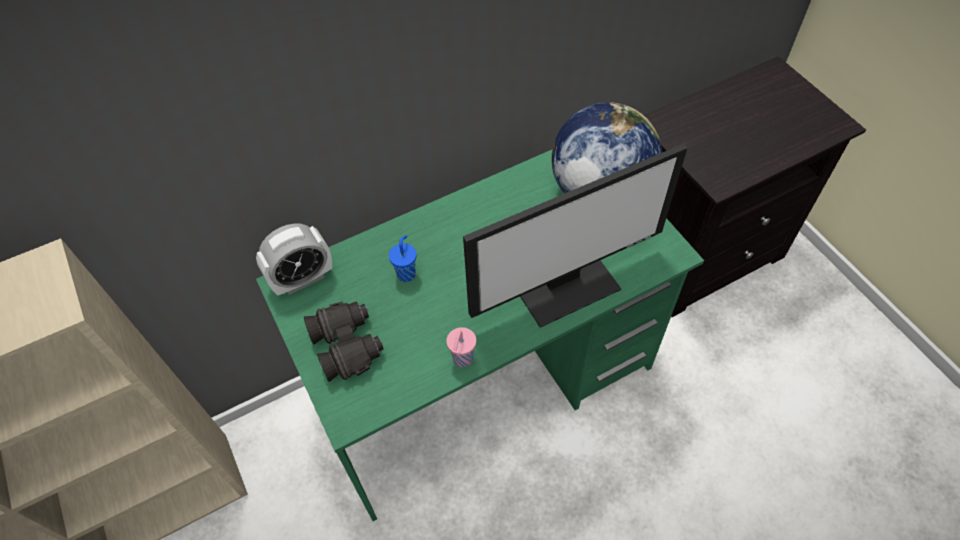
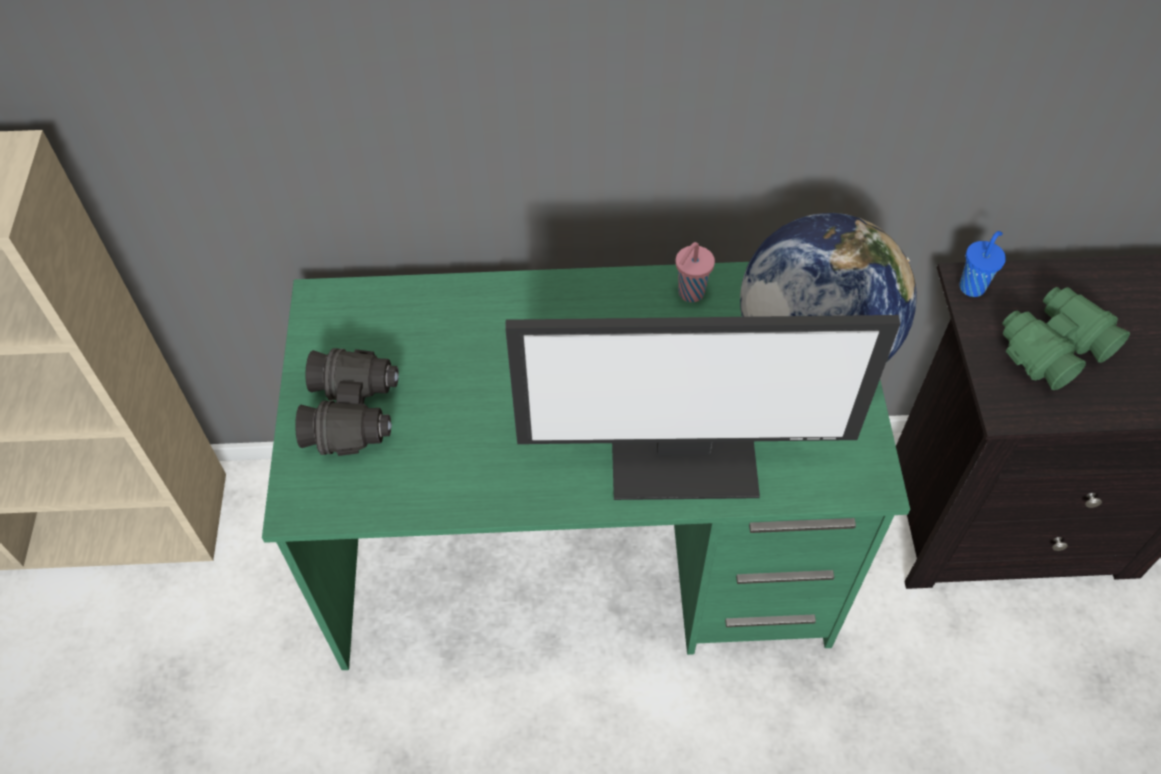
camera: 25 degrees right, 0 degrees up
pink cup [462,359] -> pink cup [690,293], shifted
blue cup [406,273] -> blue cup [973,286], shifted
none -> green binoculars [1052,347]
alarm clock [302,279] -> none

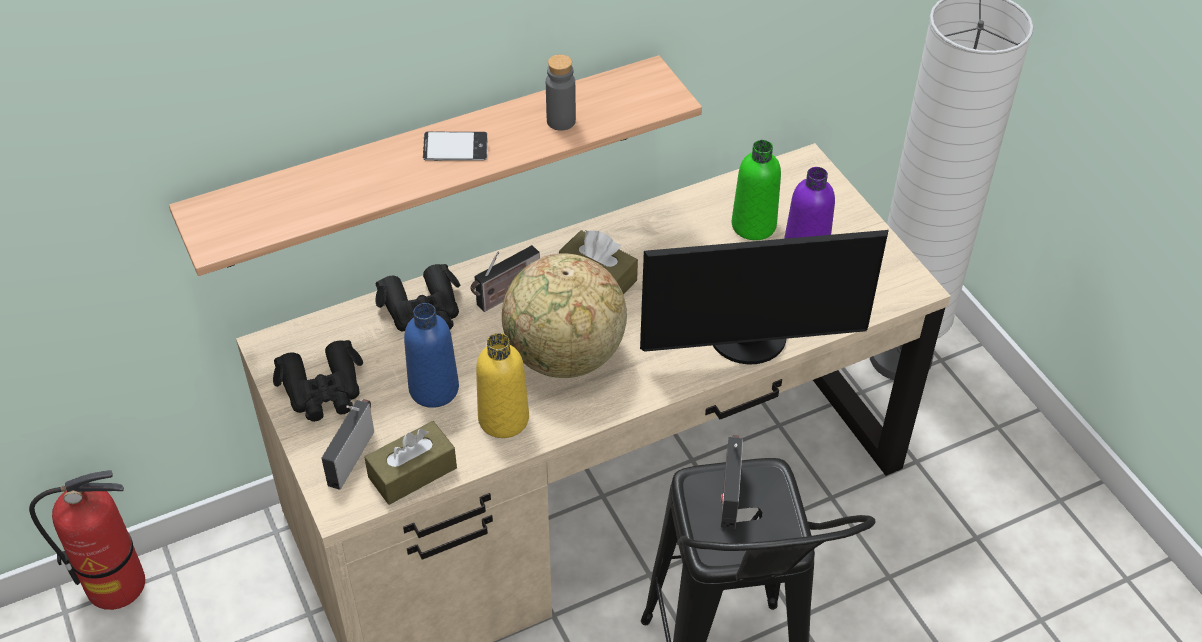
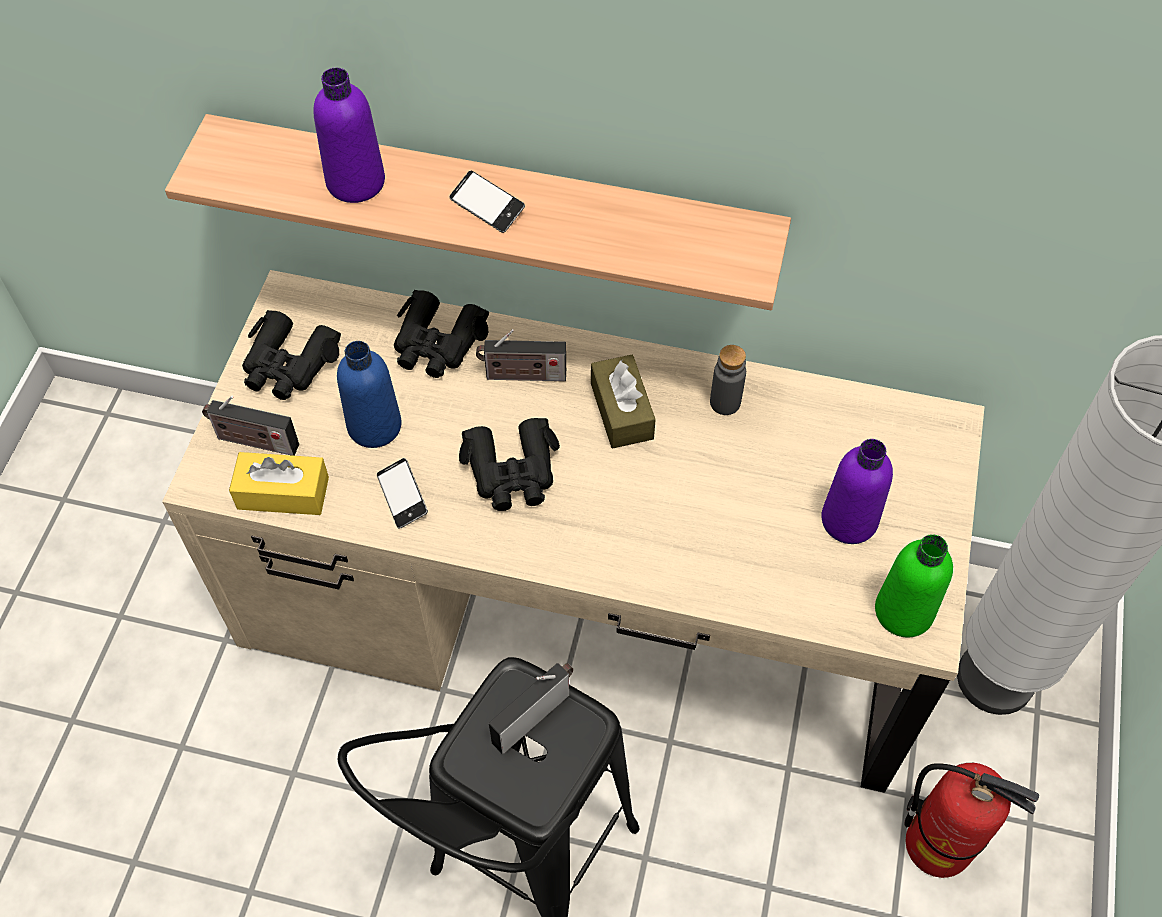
camera: 40 degrees right, 10 degrees up
radio [352,455] -> radio [254,441], 135 degrees counterclockwise
brown tissue box [412,472] -> yellow tissue box [283,493]
none -> purple bottle [355,182]
yellow bottle [503,419] -> phone [402,496]
globe [564,357] -> black binoculars [512,472]
grey bottle [561,121] -> grey bottle [725,402], shifted
green bottle [753,225] -> green bottle [903,611], shifted
fire extinguisher [117,585] -> fire extinguisher [938,844], shifted
monitor [750,342] -> none

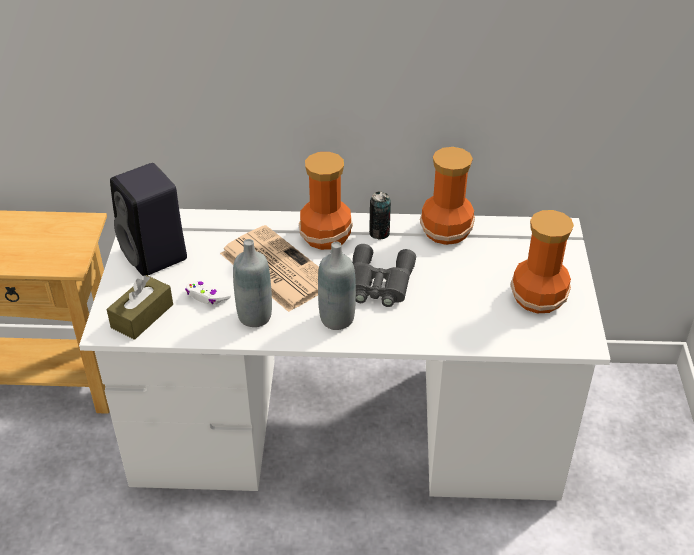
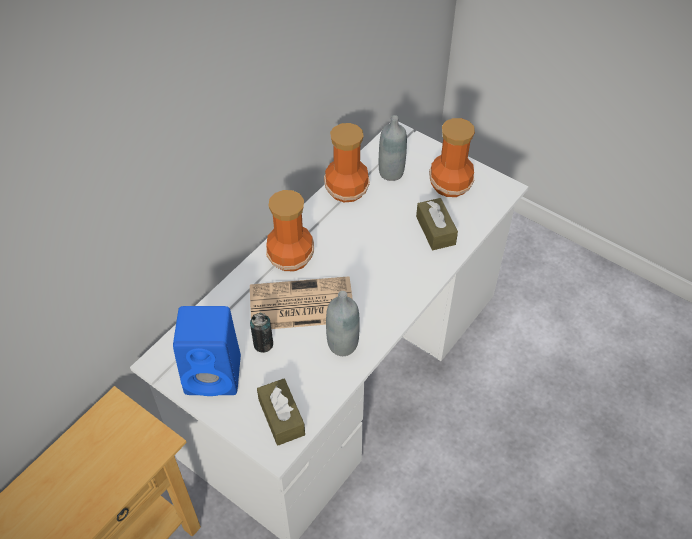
camera: 55 degrees left, 10 degrees up
black speaker [155,255] -> blue speaker [215,374]
can [379,233] -> can [263,344], shifted
grey bottle [337,319] -> grey bottle [391,172], shifted
none -> brown tissue box [435,230]
white game controller [207,297] -> none
grey binoculars [378,283] -> none

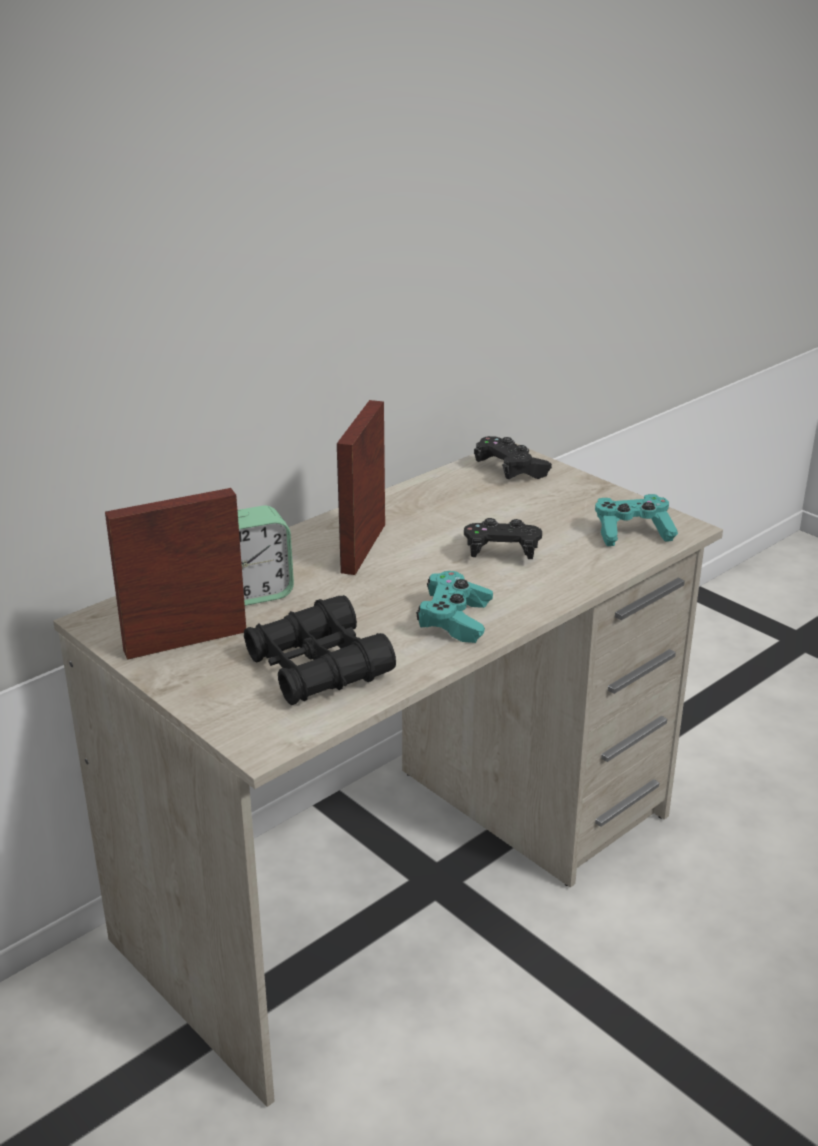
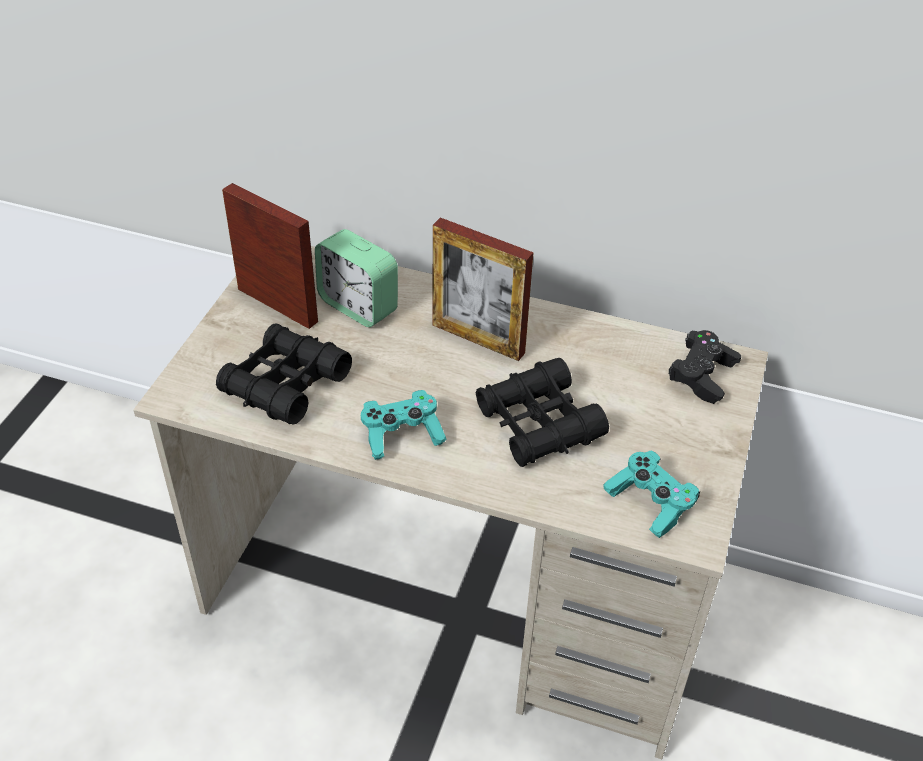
camera: 60 degrees right, 15 degrees up
picture frame [363,548] -> picture frame [478,339], 135 degrees counterclockwise
black game controller [502,552] -> black binoculars [538,424]

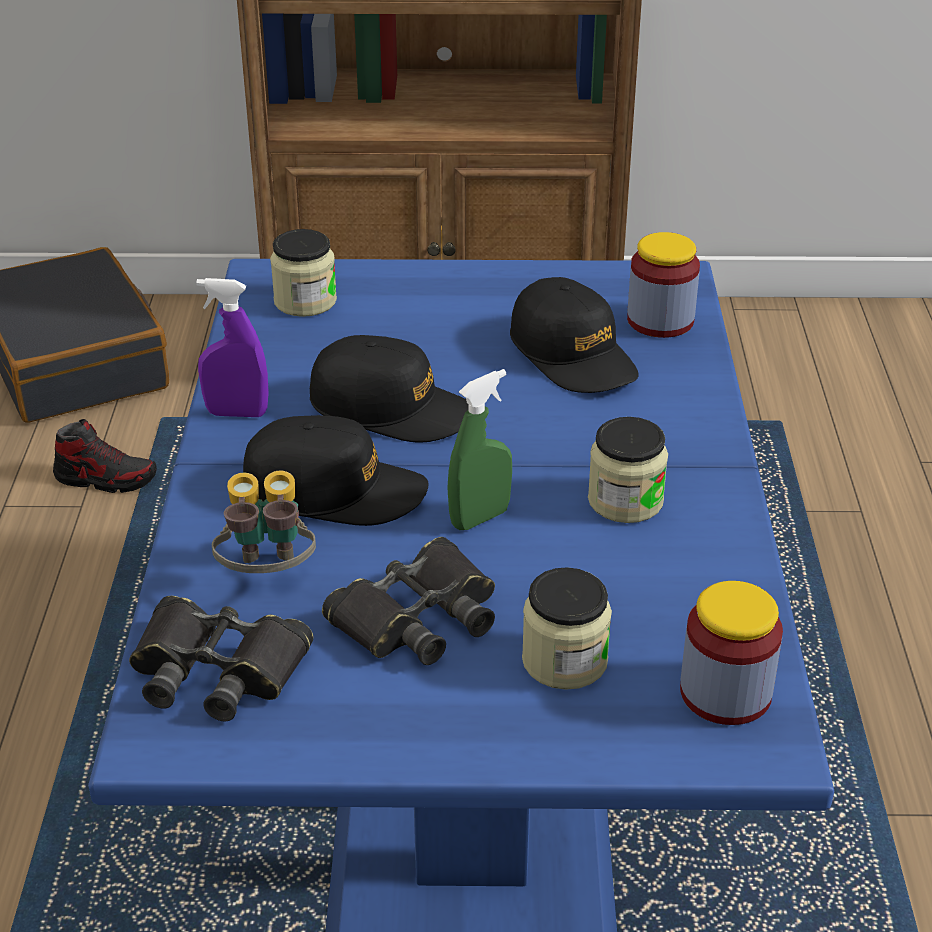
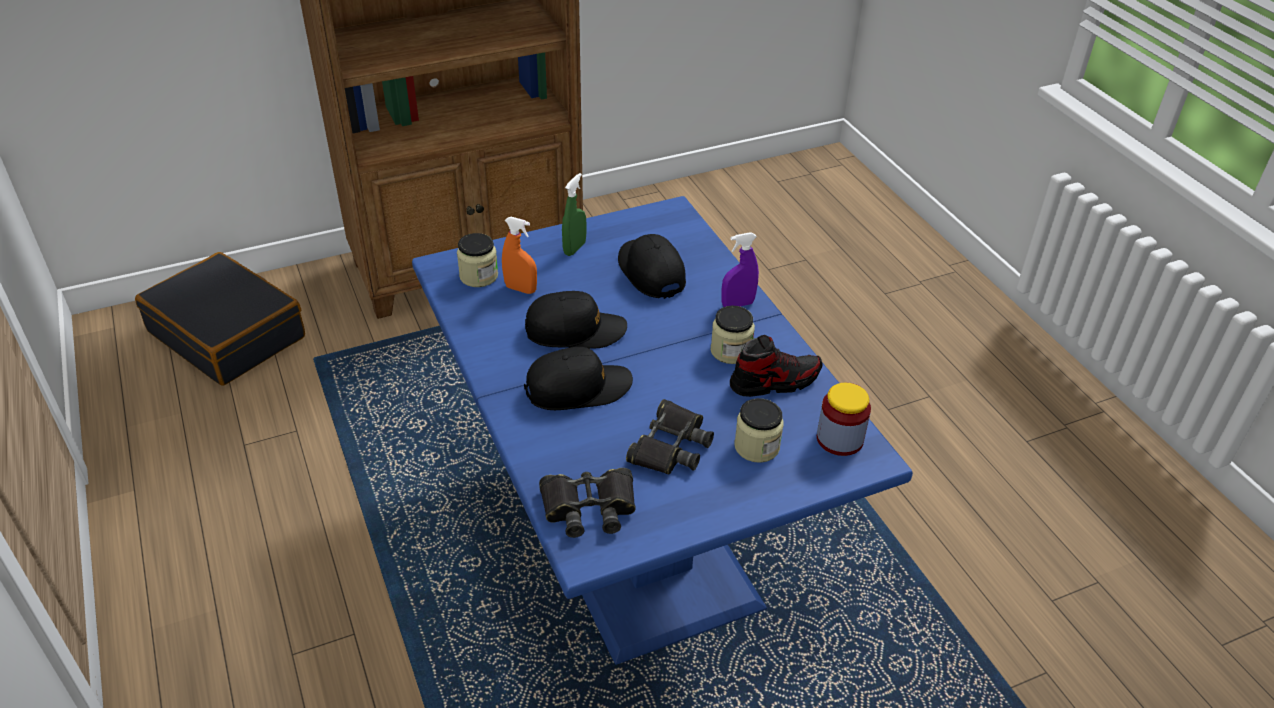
camera: 25 degrees left, 5 degrees up
none -> orange spray bottle [520,289]
green spray bottle [480,518] -> green spray bottle [574,248], shifted
black cap [573,355] -> black cap [650,272], 150 degrees counterclockwise
purple spray bottle [237,413] -> purple spray bottle [737,304], shifted
shoe [106,479] -> shoe [774,381], shifted
binoculars [268,576] -> none
jar [660,320] -> none

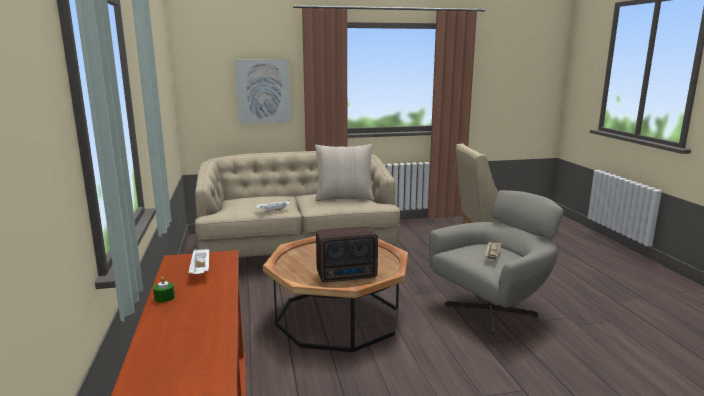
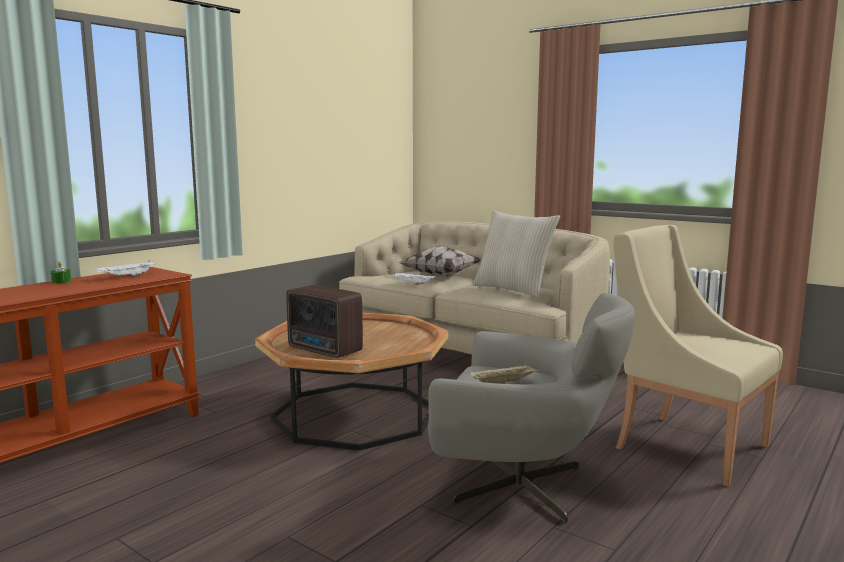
camera: 50 degrees right, 5 degrees down
none -> pillow [440,275]
picture [263,91] -> none

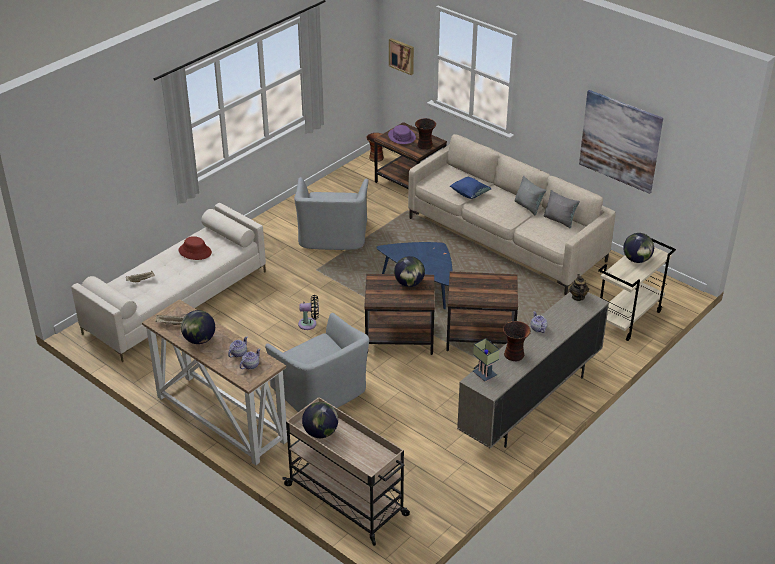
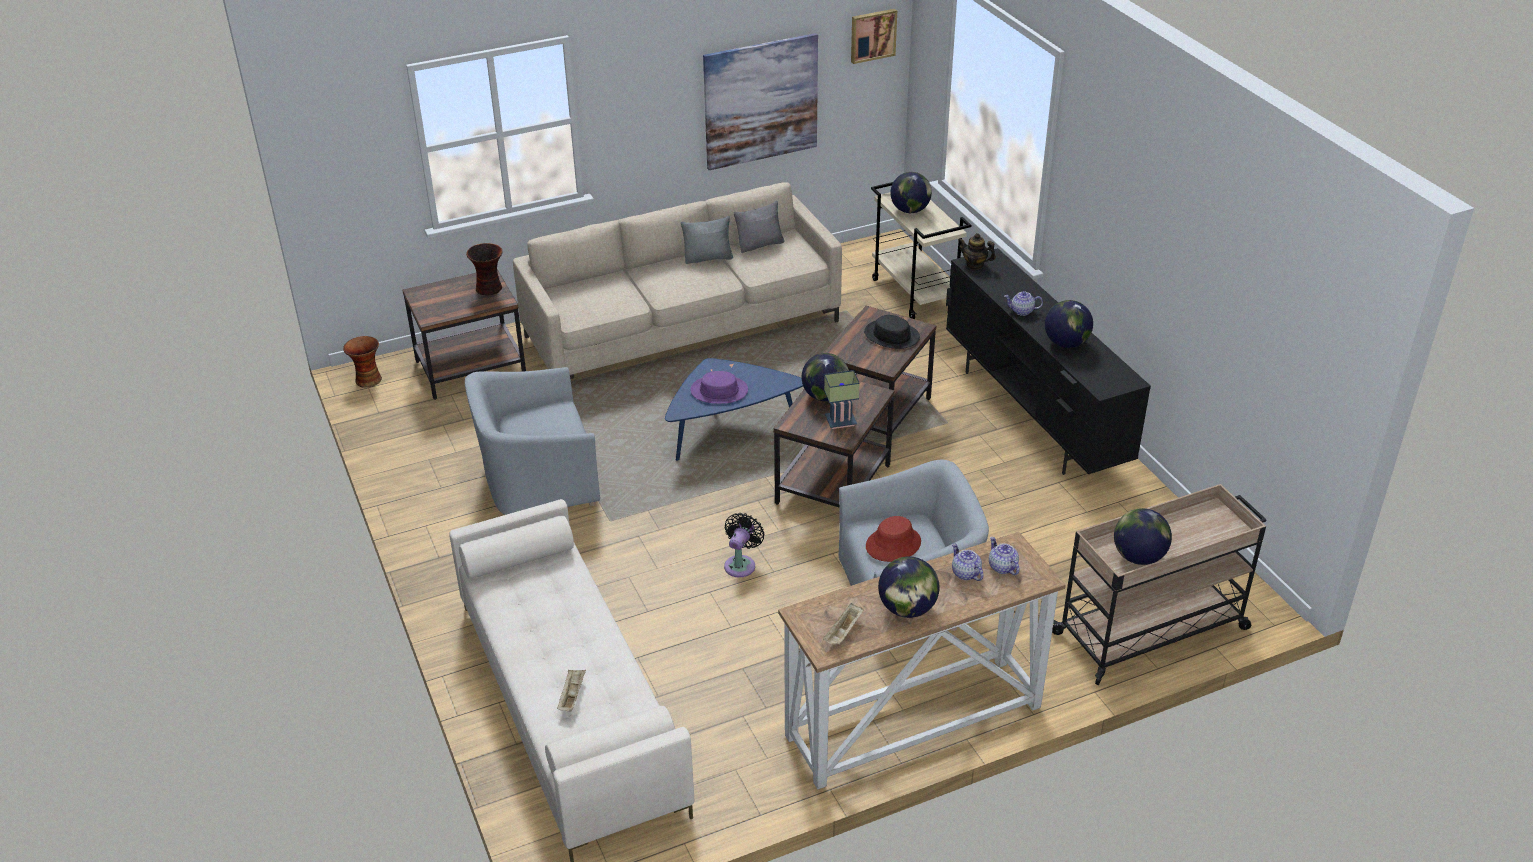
camera: 65 degrees left, 0 degrees up
grey armchair [332,236] -> grey armchair [537,481], 135 degrees clockwise
purple hat [402,136] -> purple hat [719,391], shifted
table lamp [486,374] -> table lamp [841,420], shifted
picture [402,56] -> picture [872,35], shifted
none -> black hat [892,335]
red hat [195,251] -> red hat [893,544], shifted
beige tv stand [530,404] -> black tv stand [1034,416]
vase [515,355] -> globe [1066,343]
blue pillow [469,194] -> none

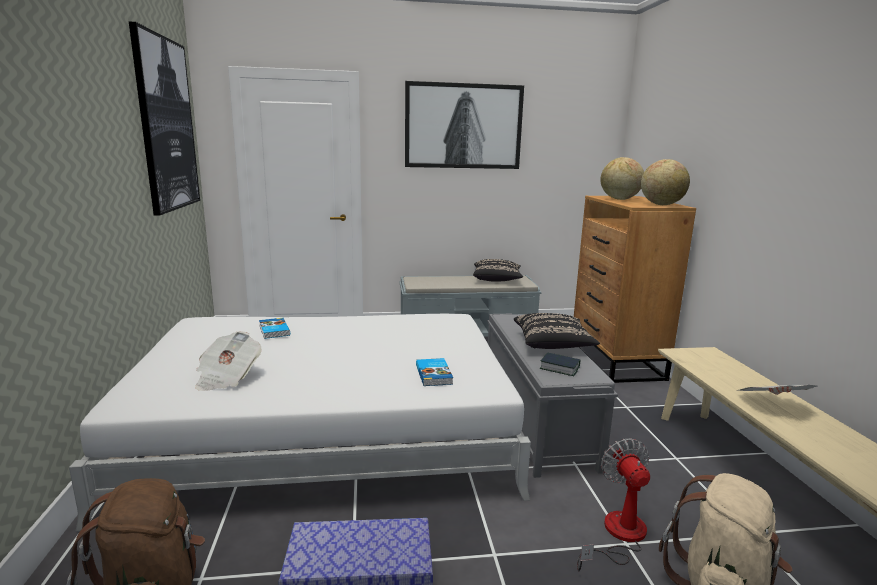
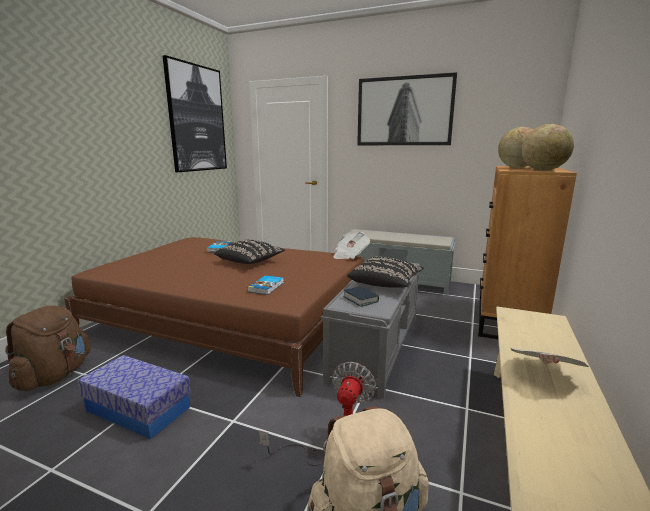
camera: 30 degrees right, 0 degrees up
white bed [327,429] -> brown bed [232,318]
black pillow [497,280] -> black pillow [250,262], shifted
newspaper [227,377] -> newspaper [350,255], shifted

